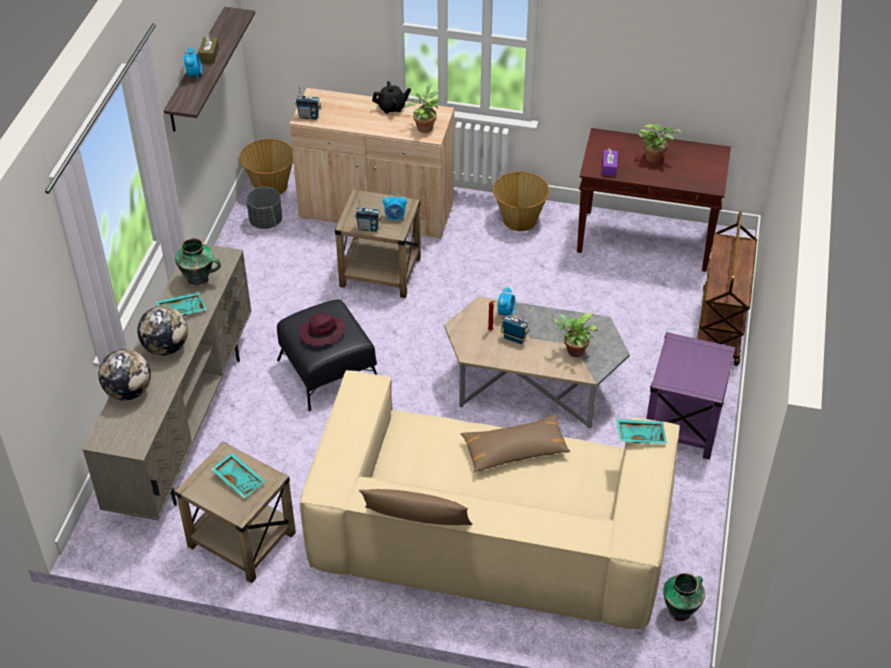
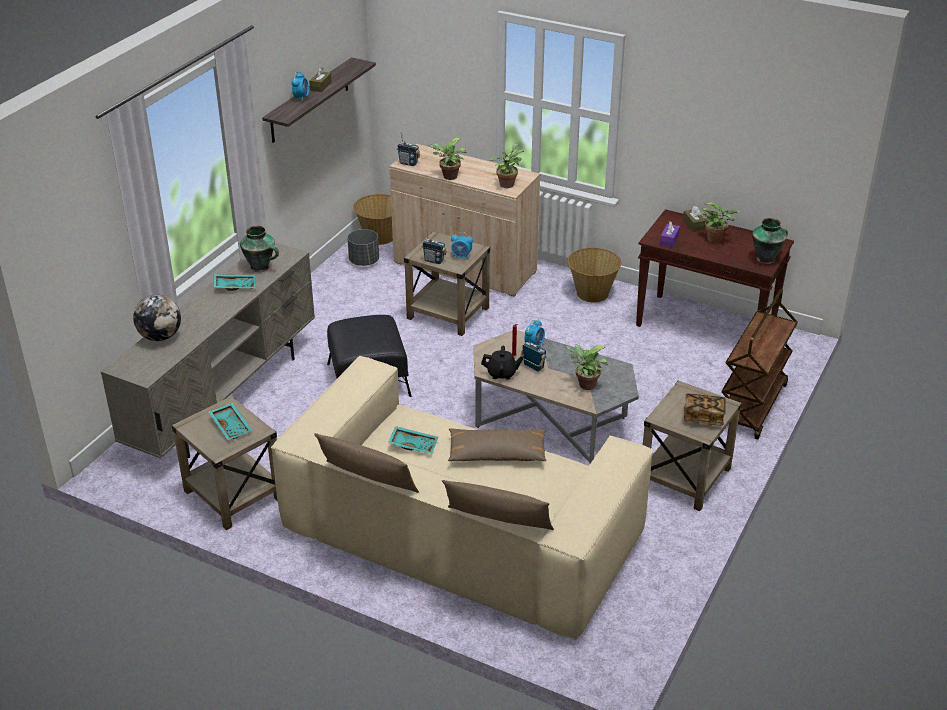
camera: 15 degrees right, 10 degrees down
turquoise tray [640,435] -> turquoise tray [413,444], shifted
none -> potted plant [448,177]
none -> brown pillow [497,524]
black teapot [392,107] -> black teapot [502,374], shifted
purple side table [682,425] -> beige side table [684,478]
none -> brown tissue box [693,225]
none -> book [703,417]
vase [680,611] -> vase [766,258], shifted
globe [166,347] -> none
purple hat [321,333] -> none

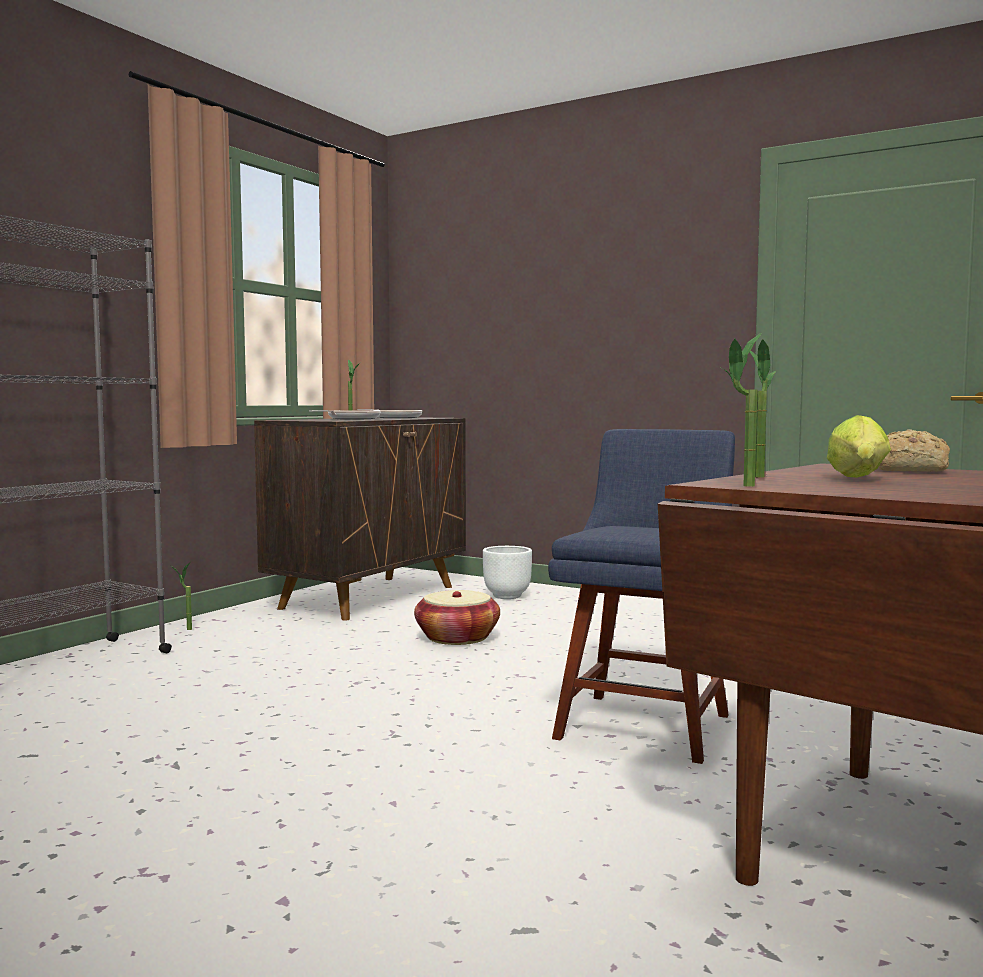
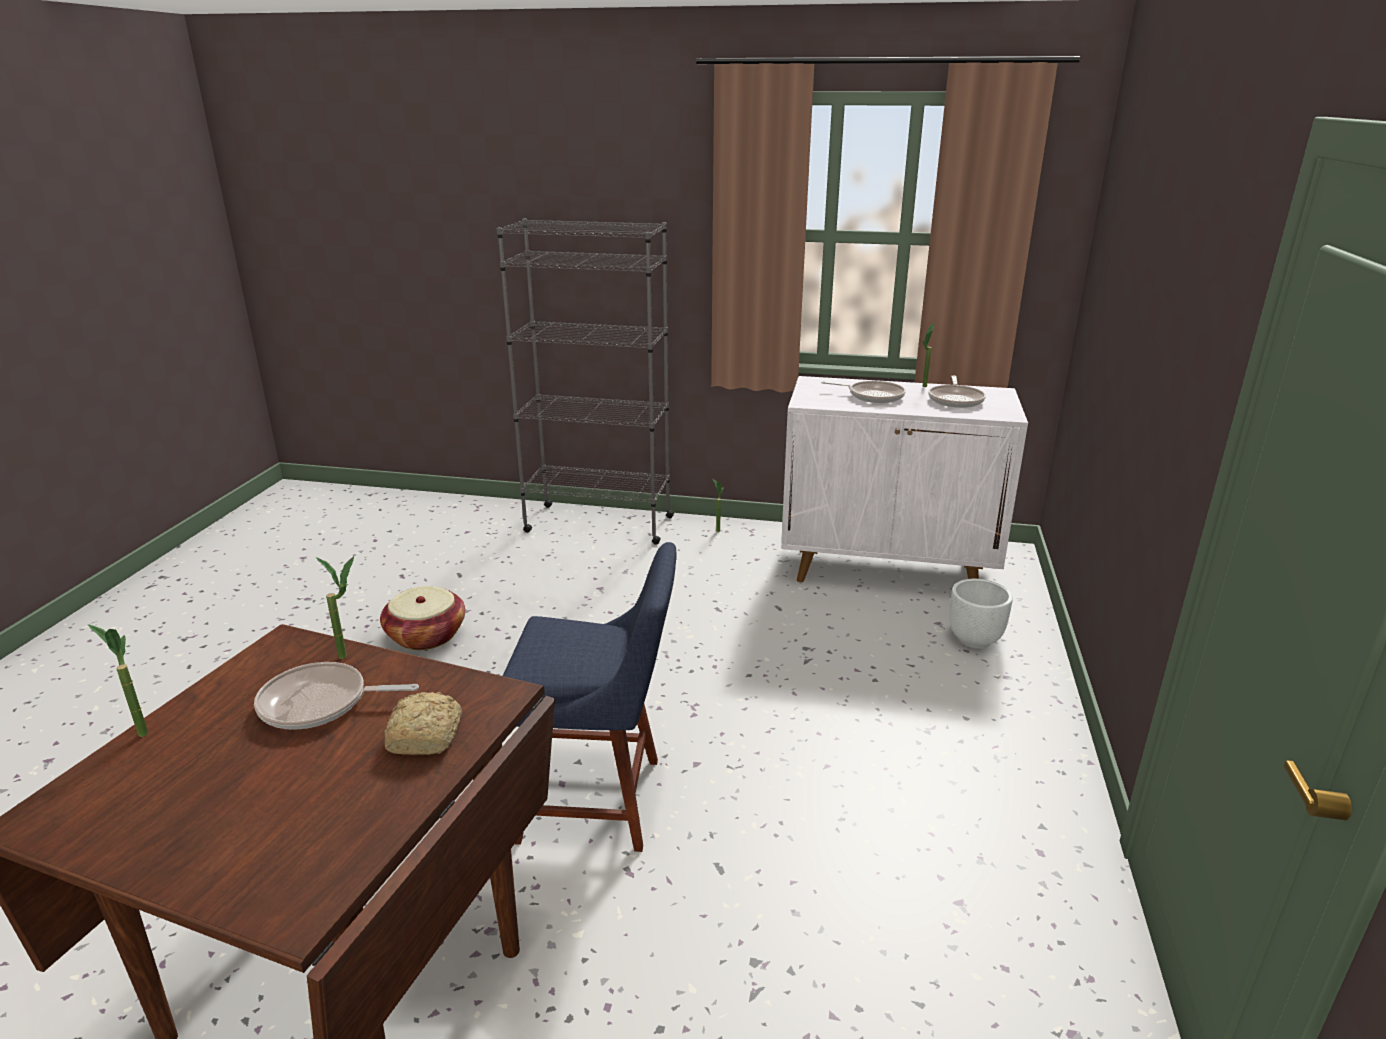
camera: 70 degrees right, 20 degrees up
potted plant [740,486] -> potted plant [139,730], shifted
lettuce [859,479] -> frying pan [320,703]
basket [457,638] -> basket [426,636], shifted
brown cabinet [370,597] -> white cabinet [888,569]

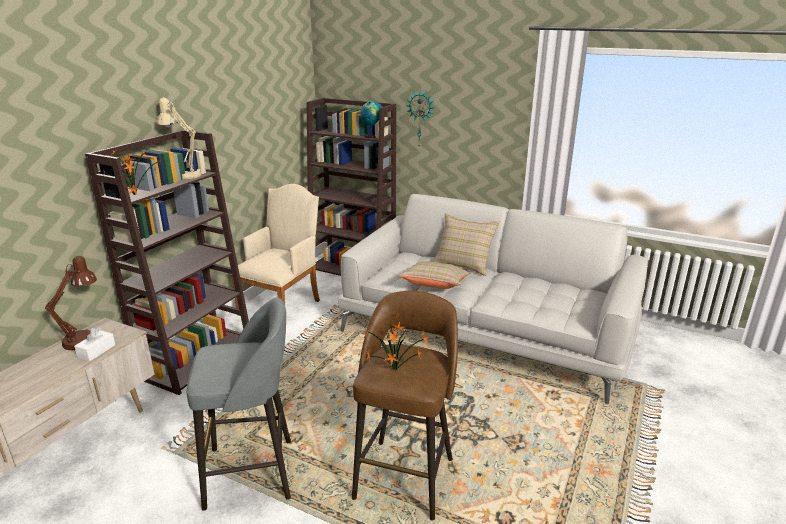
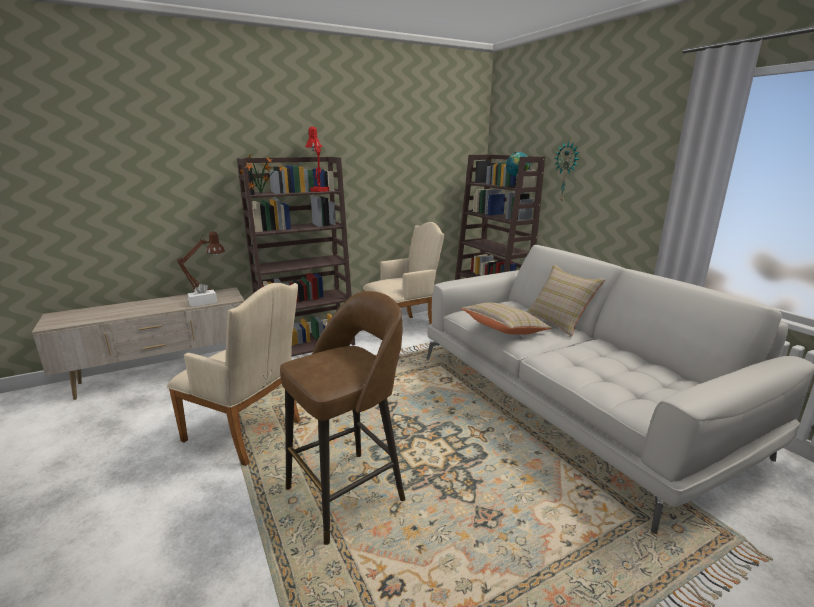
camera: 35 degrees right, 5 degrees down
grey stool [253,473] -> beige armchair [248,433]
beige table lamp [184,174] -> red table lamp [318,190]
potted plant [397,371] -> none

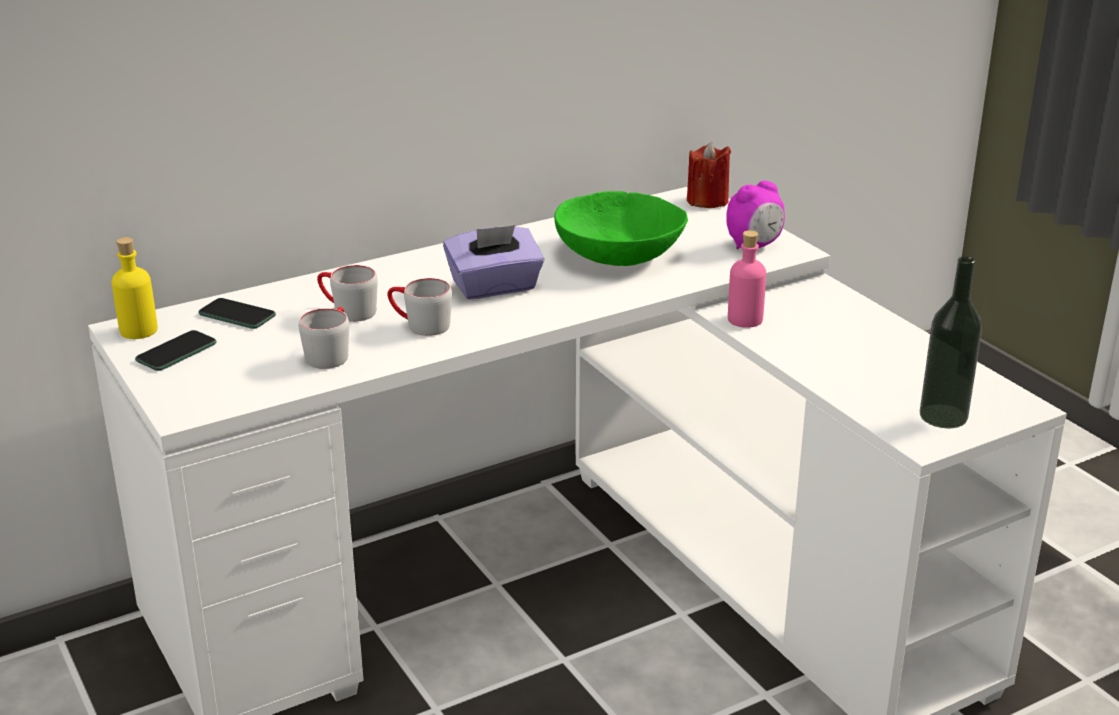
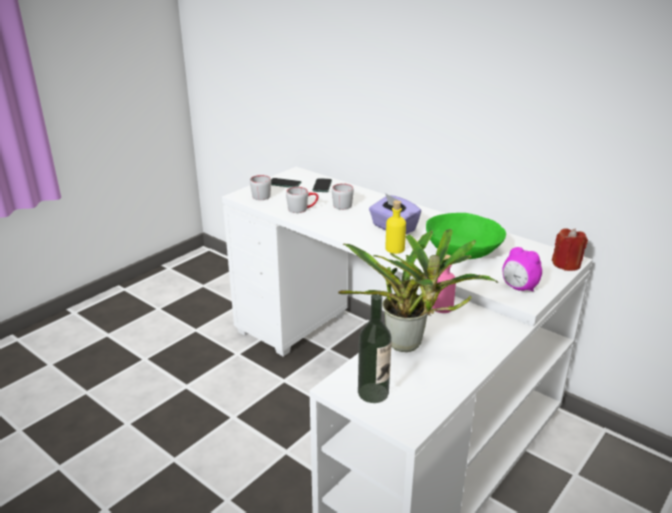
camera: 70 degrees right, 0 degrees up
grey mug [419,325] -> grey mug [261,194], shifted
none -> potted plant [409,345]
yellow bottle [138,330] -> yellow bottle [395,249], shifted

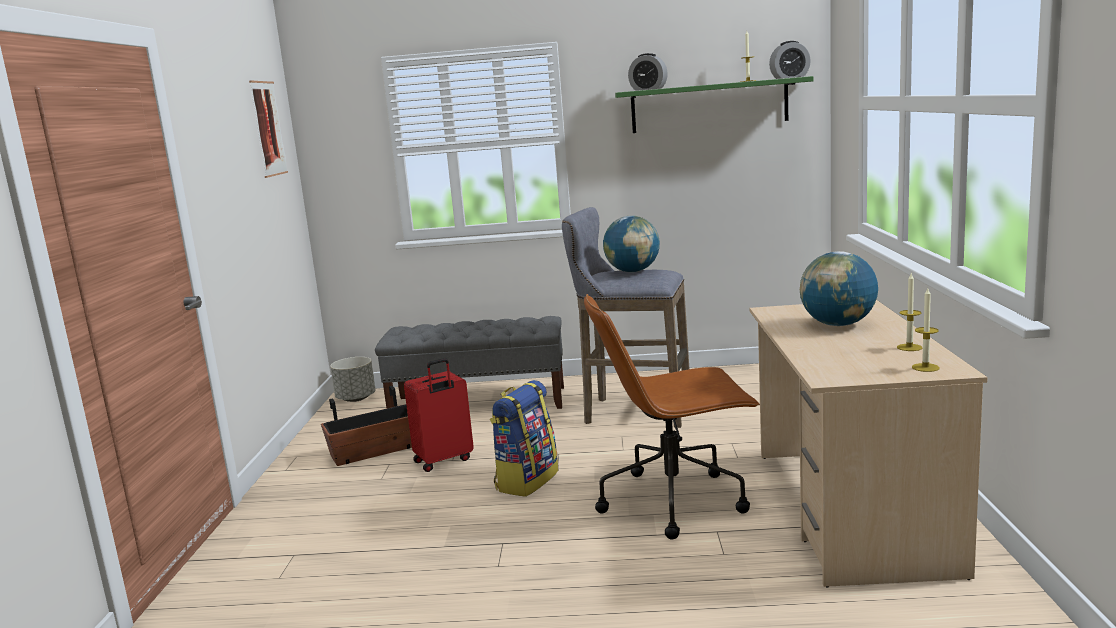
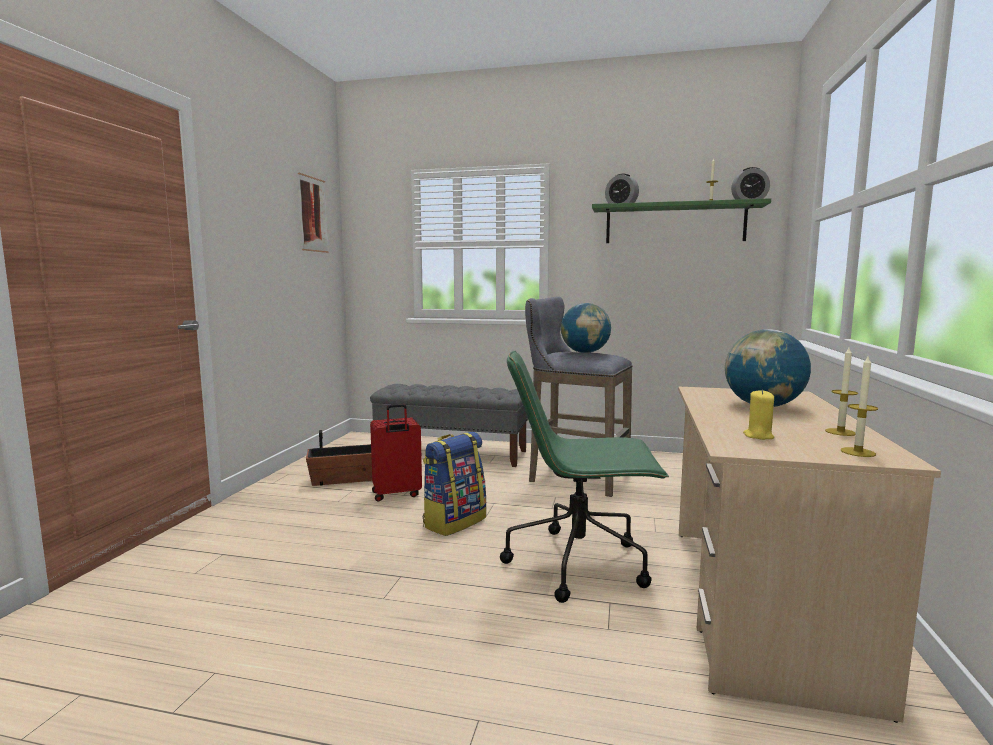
camera: 10 degrees right, 5 degrees down
brown office chair [675,501] -> green office chair [580,563]
none -> yellow candle [758,436]
grey planter [356,399] -> none

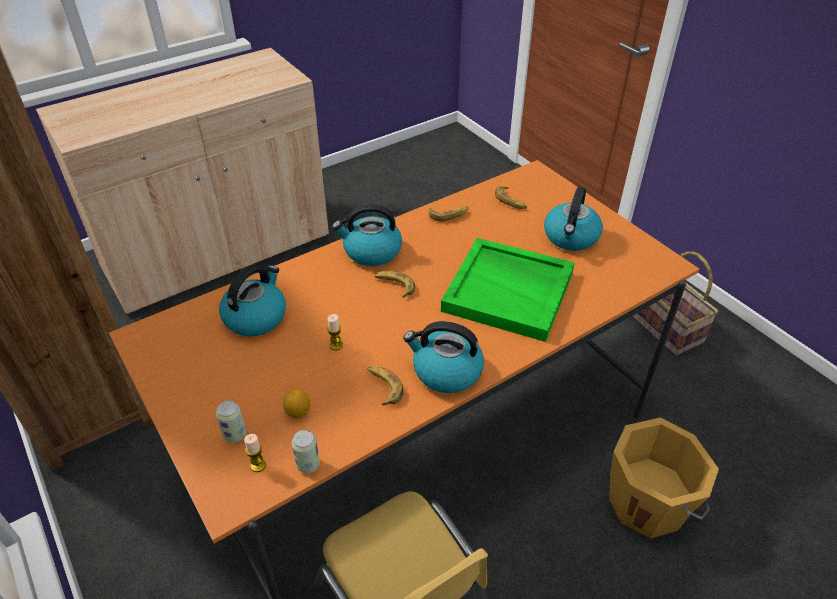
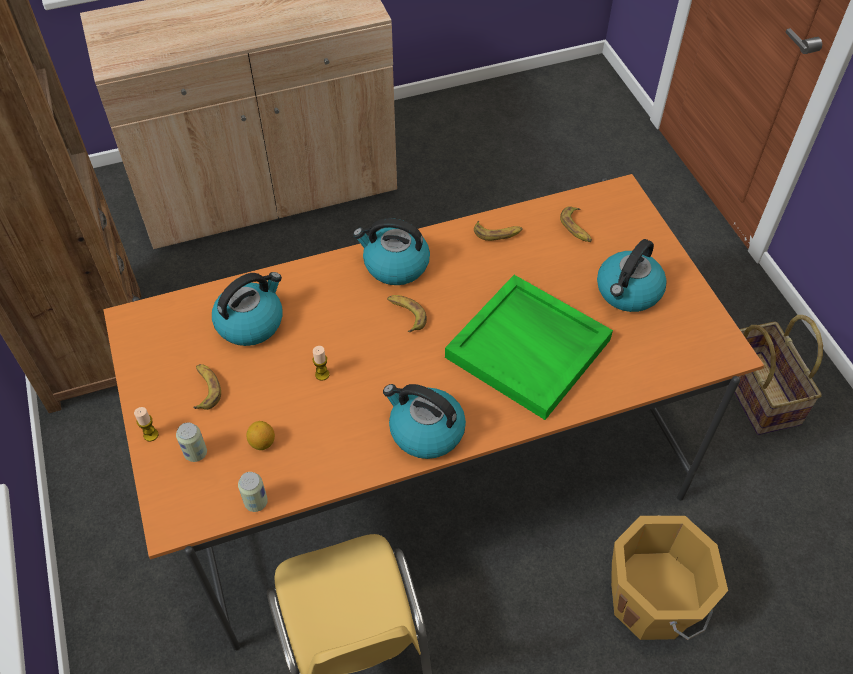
camera: 15 degrees right, 10 degrees up
candle [258,465] -> candle [151,435], shifted
banana [383,387] -> banana [205,389], shifted

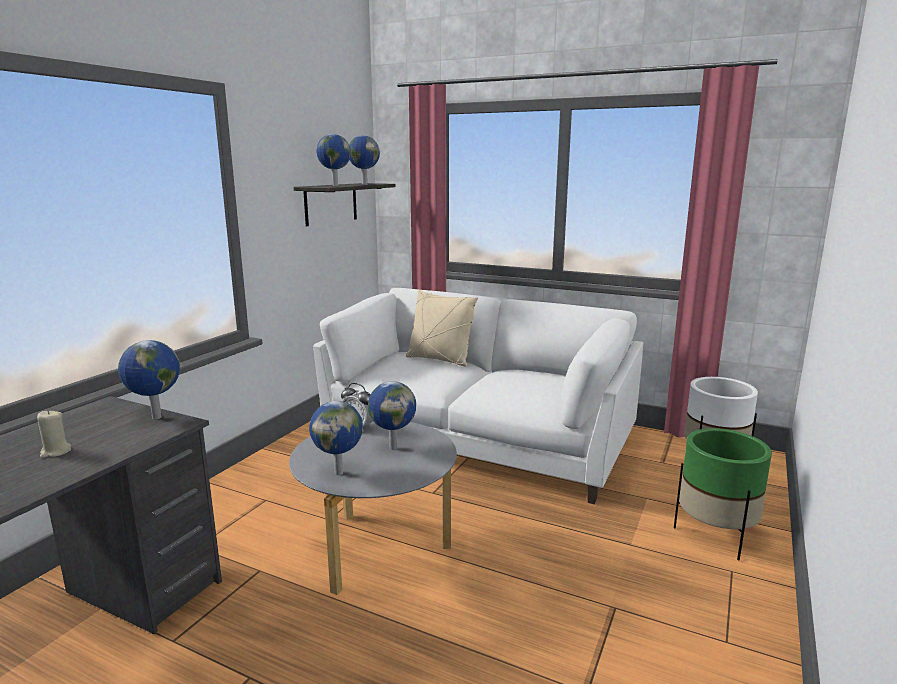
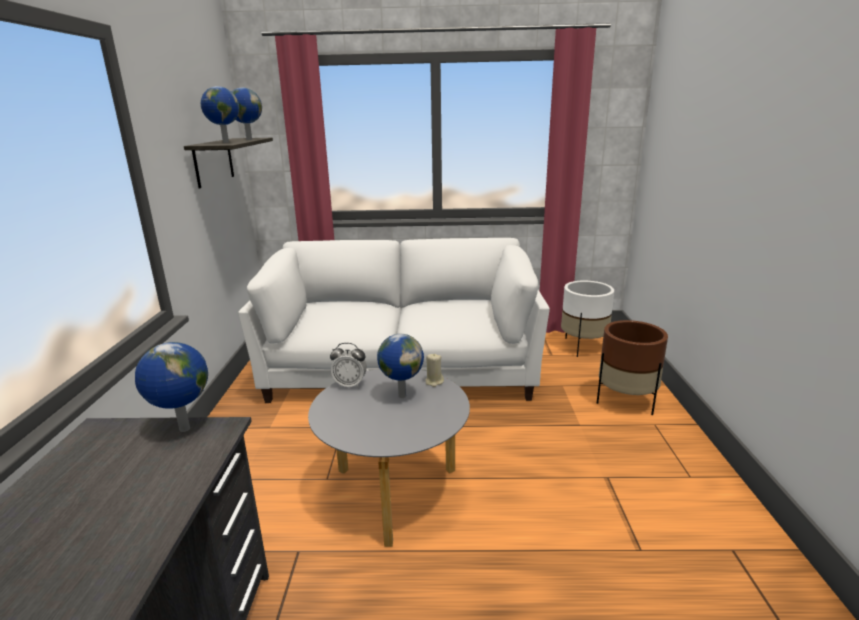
camera: 25 degrees left, 5 degrees up
beige candle [55,452] -> beige candle [434,382], shifted
green planter [715,536] -> brown planter [625,401]
globe [339,472] -> none
beige pillow [439,360] -> none

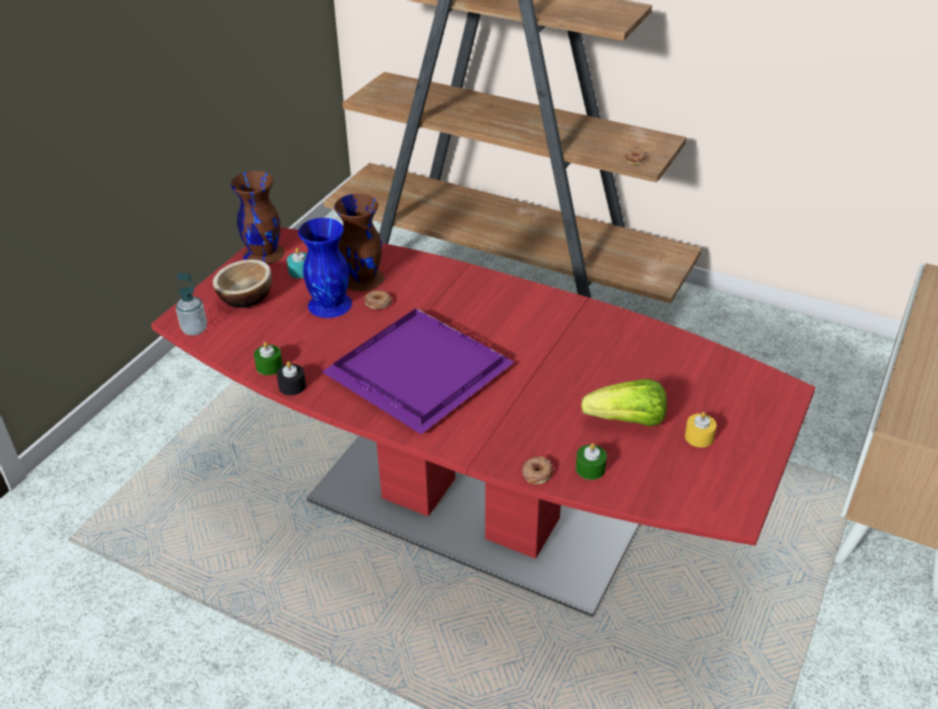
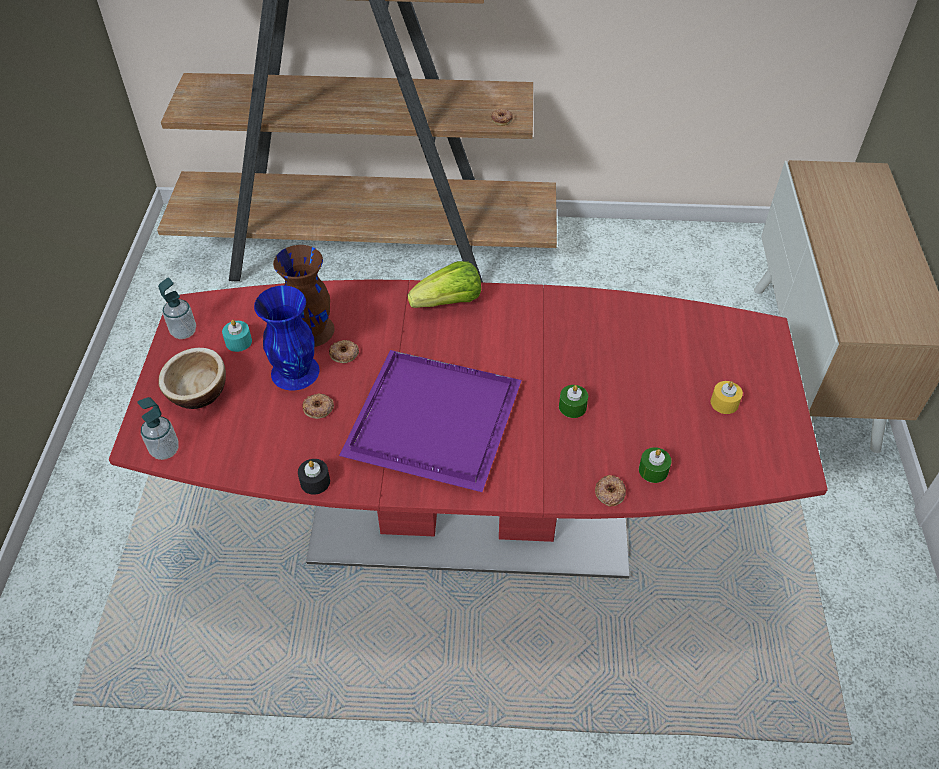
camera: 25 degrees left, 10 degrees up
brown vase [263,253] -> soap dispenser [184,332]
none -> donut [318,408]
lettuce [627,421] -> lettuce [449,302], shifted
green candle [269,366] -> green candle [572,407], shifted

